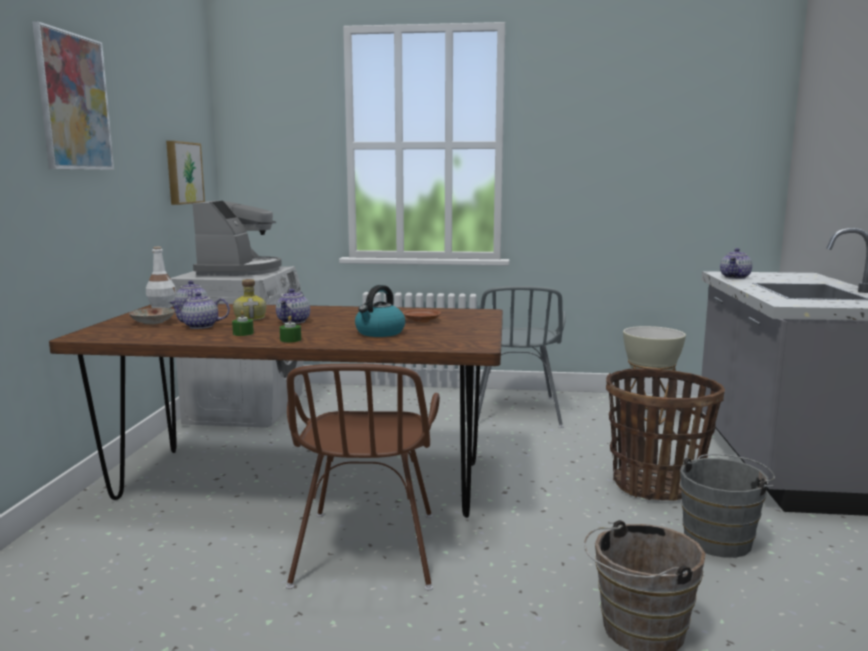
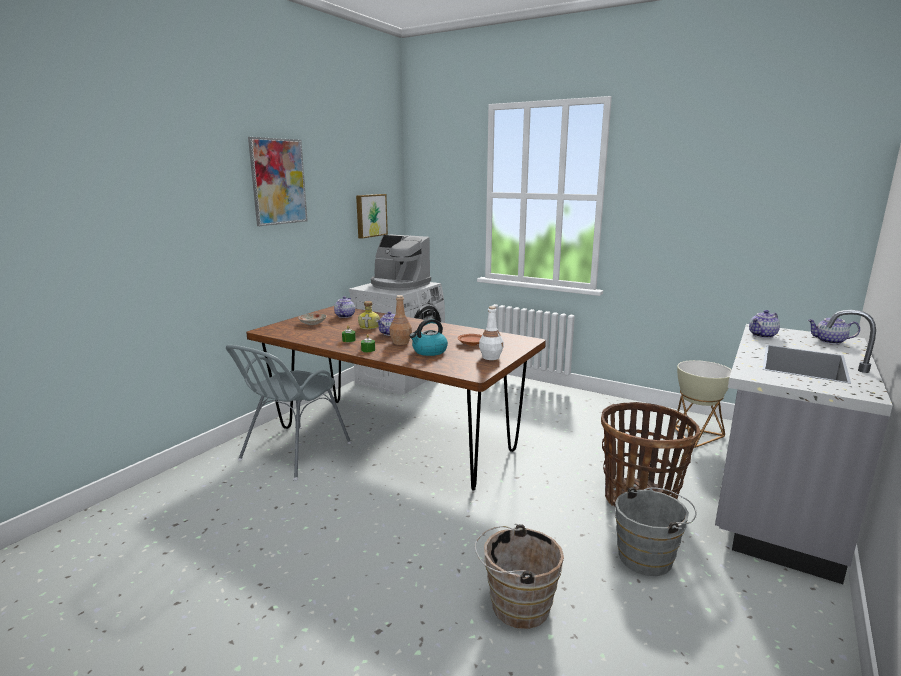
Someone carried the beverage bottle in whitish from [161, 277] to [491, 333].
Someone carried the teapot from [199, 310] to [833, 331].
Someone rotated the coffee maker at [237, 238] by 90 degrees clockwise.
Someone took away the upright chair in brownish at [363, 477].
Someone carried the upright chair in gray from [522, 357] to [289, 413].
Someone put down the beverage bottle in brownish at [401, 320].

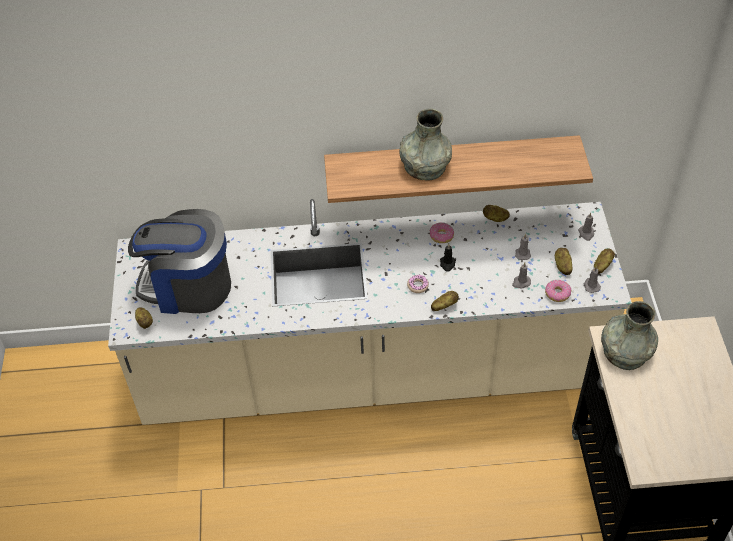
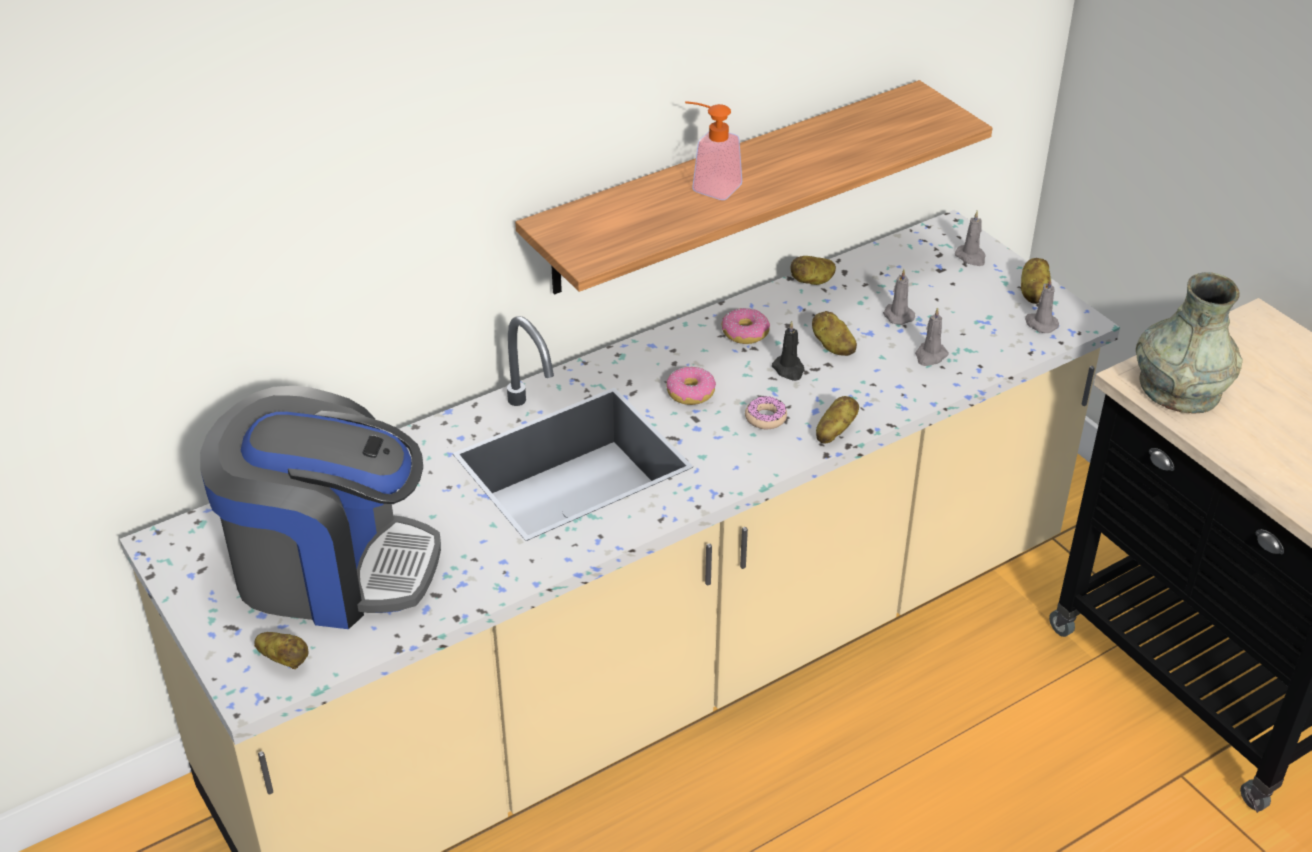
Someone rotated the coffee maker at [179, 261] by 150 degrees counterclockwise.
Someone swapped the flower vase in gray at [425, 145] for the soap dispenser at [713, 150].
Someone carried the ring doughnut from [558, 291] to [691, 385].
Someone carried the potato from [564, 261] to [834, 333].

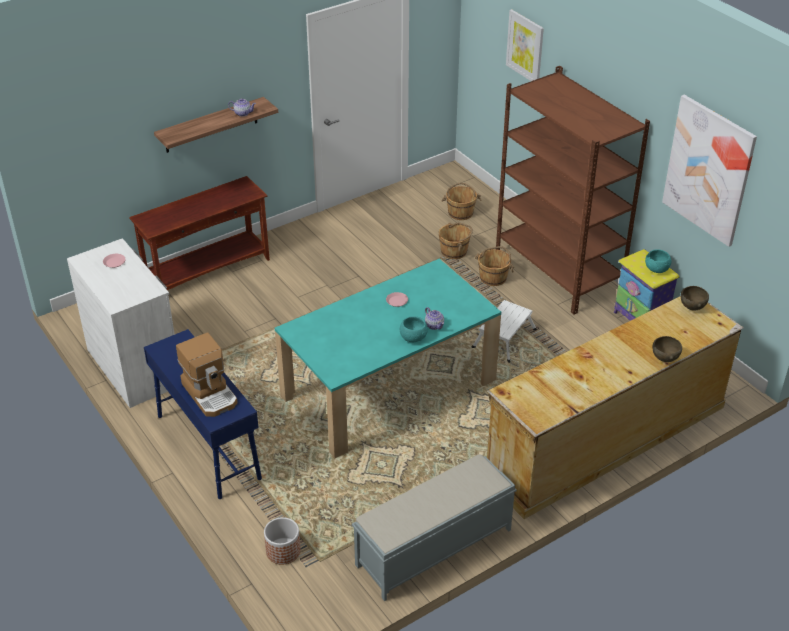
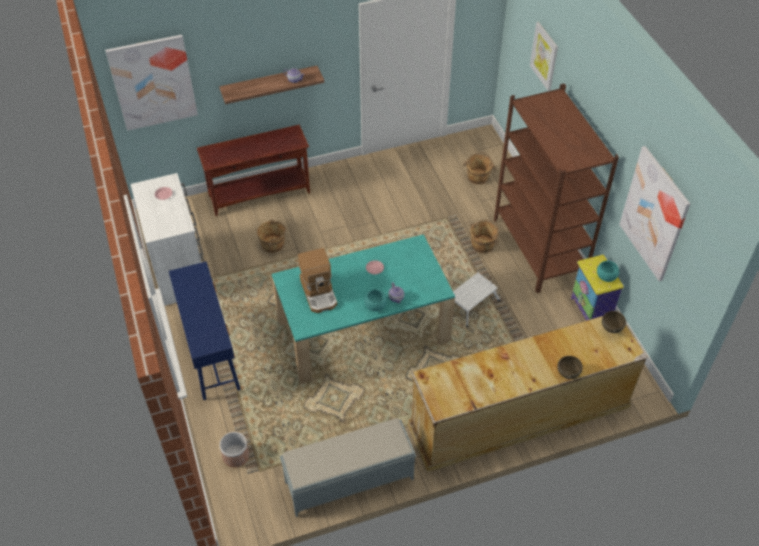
Someone carried the coffee maker from [207, 375] to [317, 280].
Someone carried the pail in brownish from [456, 241] to [271, 236].
Someone put up the wall art at [151, 83].

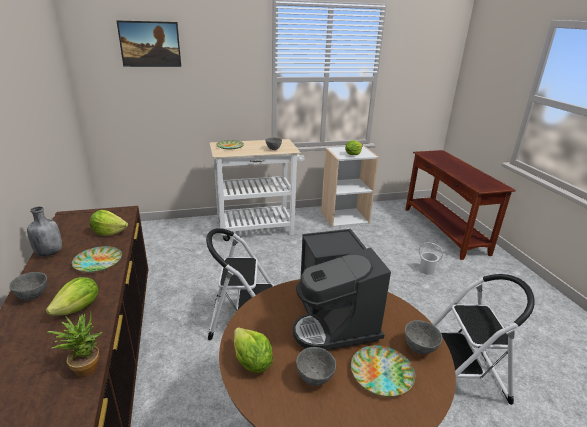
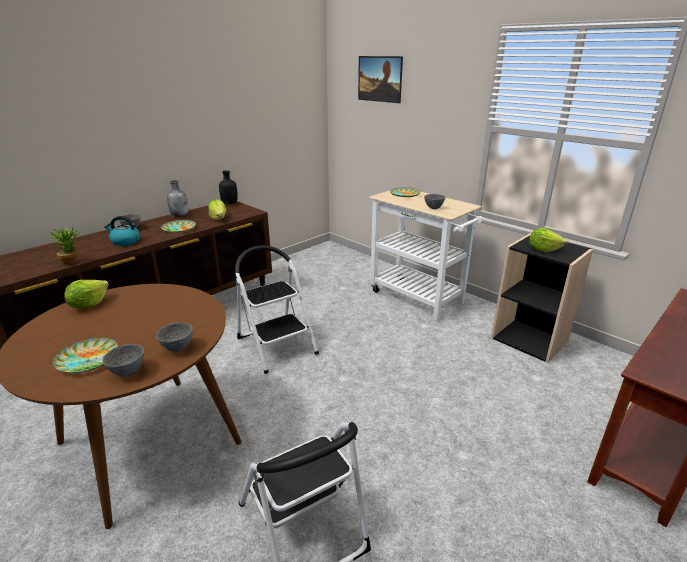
Someone swapped the lettuce at [72, 296] for the tea kettle at [122, 231].
Someone took away the coffee maker at [342, 289].
Someone carried the bowl in gray from [316, 366] to [174, 337].
Someone repainted the shelving unit in whitish at [350, 186], which became the shelving unit in blackish at [542, 298].
Someone took away the pail in whitish at [431, 258].
Someone put down the beverage bottle in blackish at [228, 187].

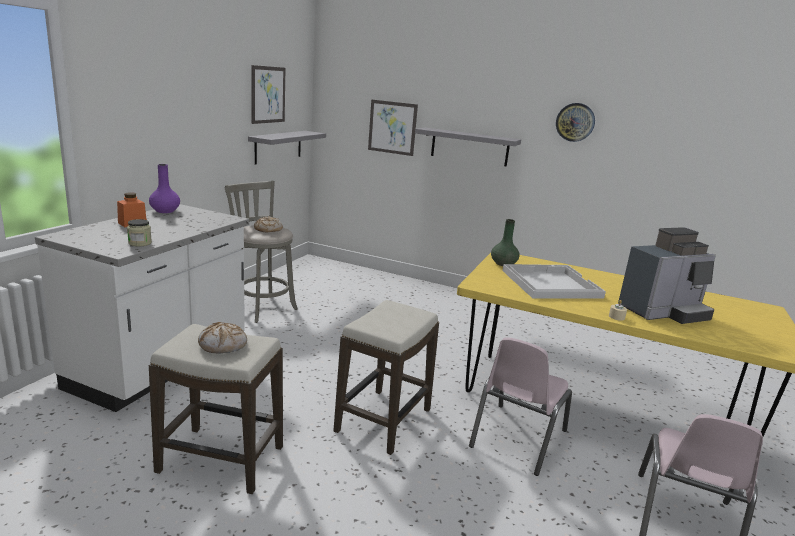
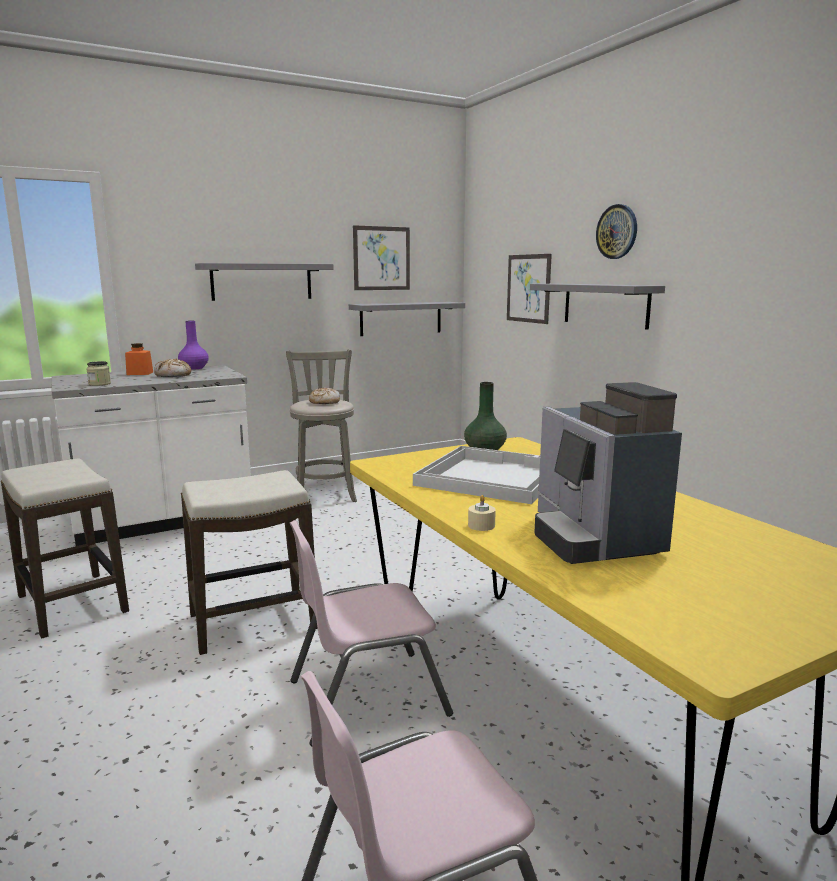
Someone carried the bread from [222, 337] to [172, 367].
Someone carried the hanging clock from [575, 122] to [616, 231].
Someone rotated the coffee maker at [667, 275] by 60 degrees clockwise.
Someone put up the wall shelf in gray at [264, 282].

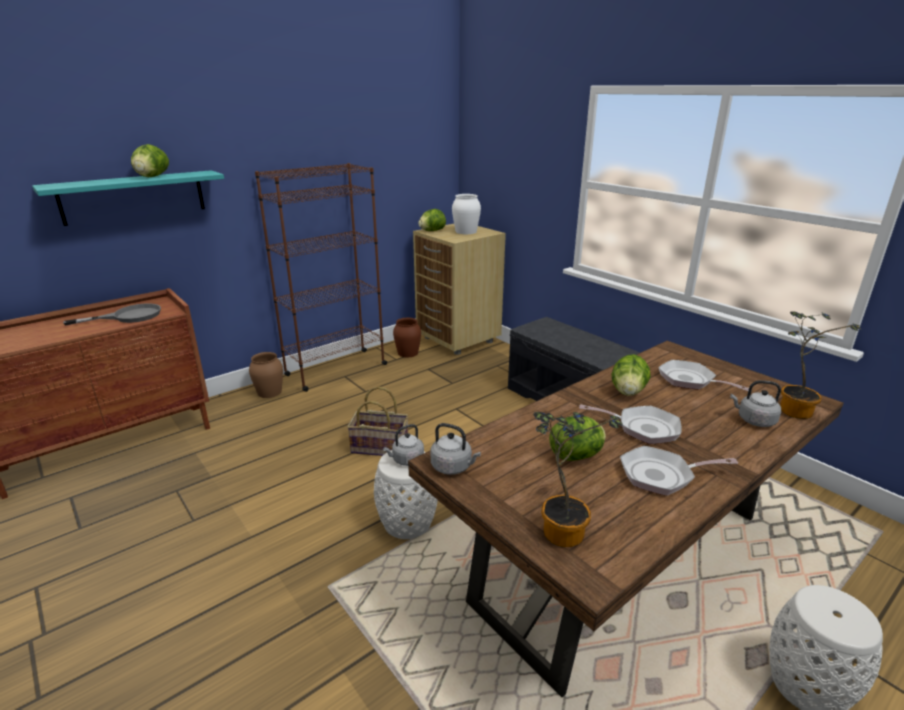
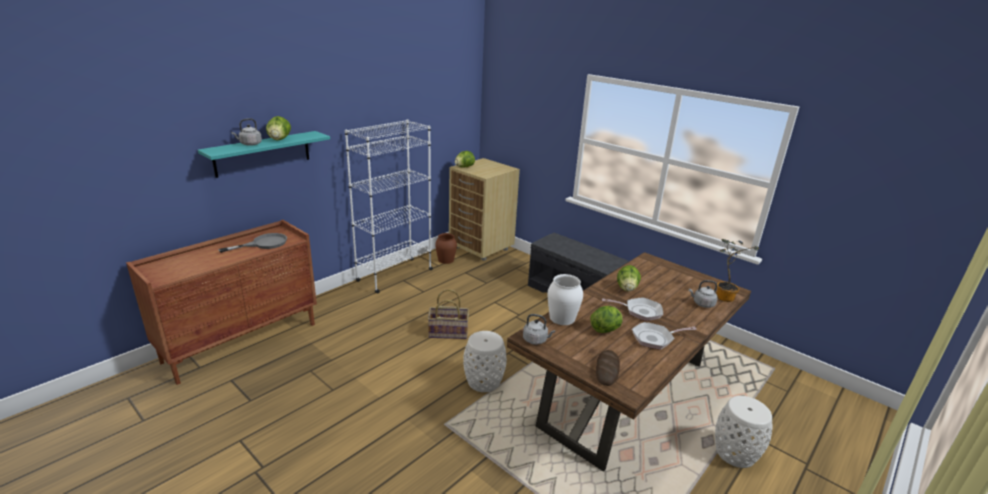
Someone took away the flower vase in brownish at [266, 375].
Someone repainted the shelving unit in brownish at [321, 277], which became the shelving unit in whitish at [389, 206].
Someone carried the tea kettle in gray from [403, 445] to [246, 132].
Someone carried the flower vase in whitish from [466, 214] to [565, 299].
Someone swapped the houseplant at [578, 479] for the bread at [608, 368].
Someone took away the pan at [704, 375].

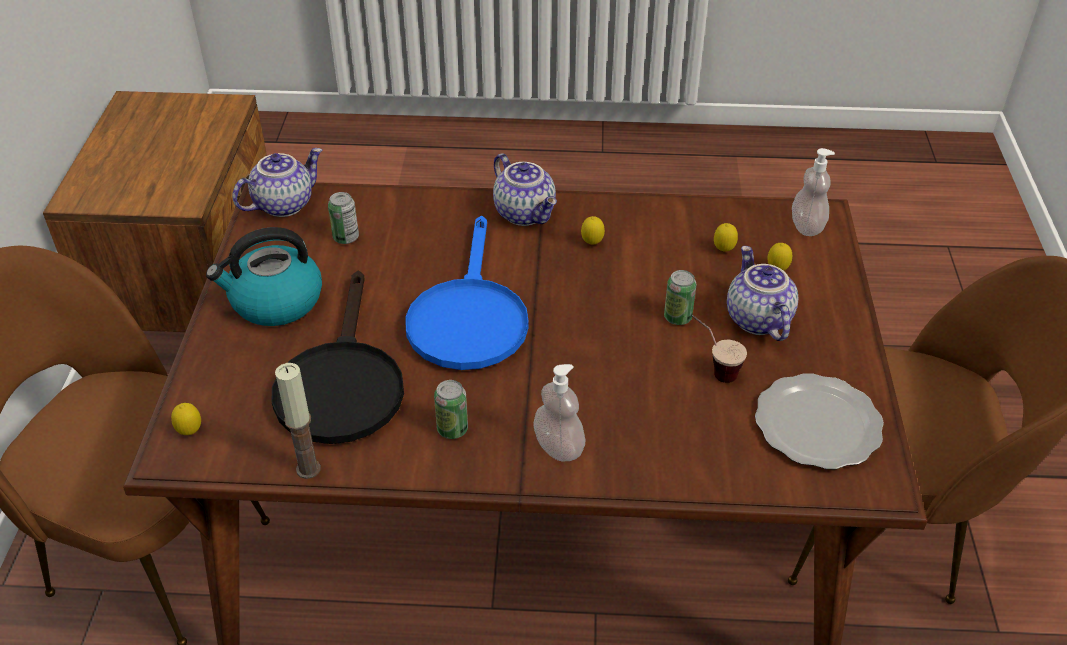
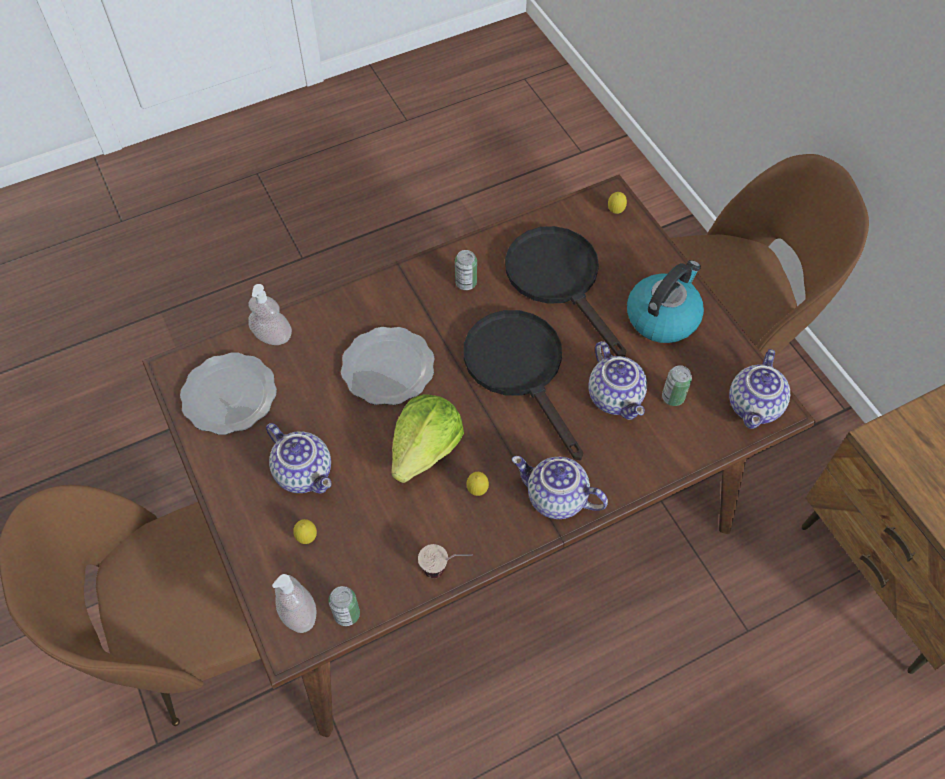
Someone took away the candle at [298, 421].
Someone repainted the pan in blue at [467, 293], which became the pan in blackish at [523, 385].
Someone carried the soap dispenser from [559, 413] to [270, 314].
Someone carried the sealed can from [680, 297] to [344, 606].
Someone carried the cup from [719, 349] to [445, 561].
Someone took away the lemon at [726, 237].
Someone put down the flat dish at [388, 366].
Someone put down the lettuce at [427, 438].
Someone put down the teapot at [618, 380].

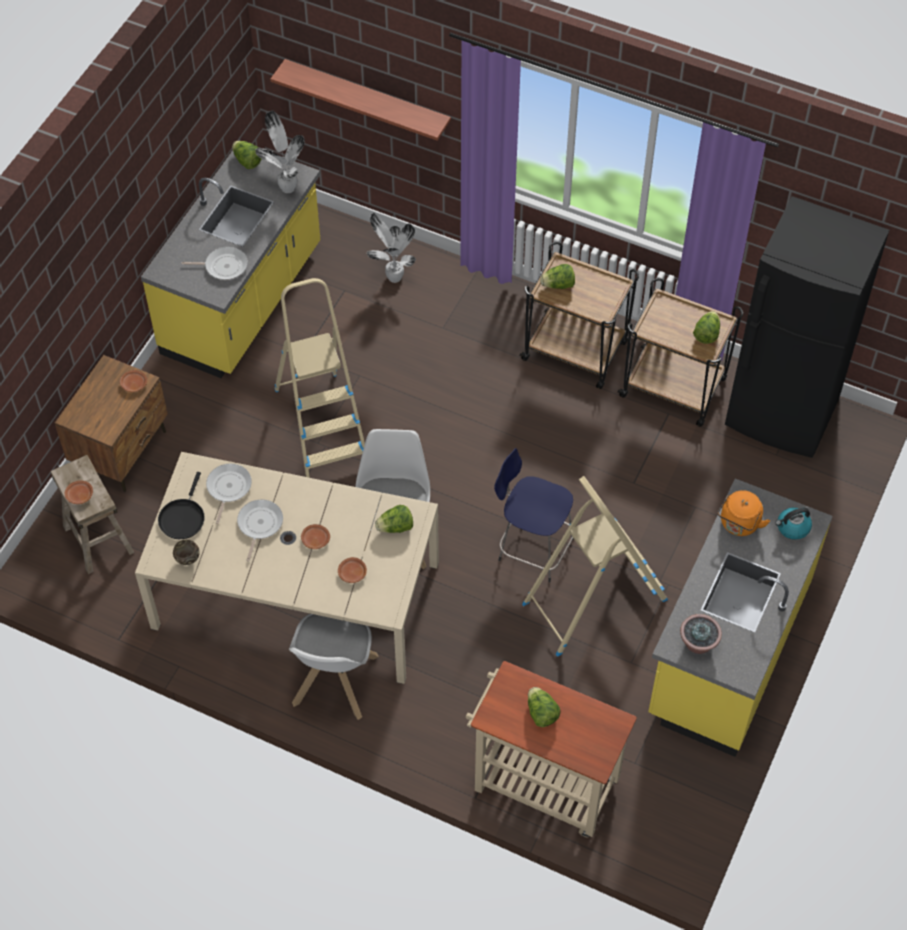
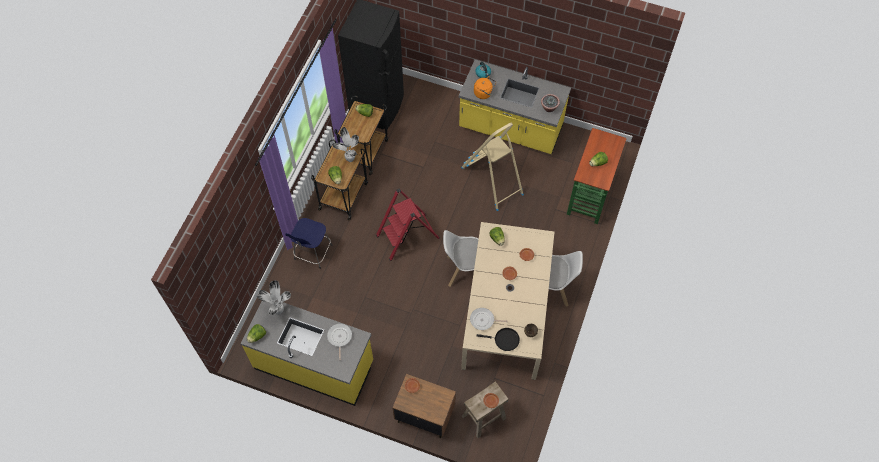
Someone took away the pan at [260, 530].
Someone took away the wall shelf at [360, 100].
Someone took away the step stool in beige at [320, 378].
Someone carried the houseplant from [391, 248] to [345, 144].
Someone repainted the cart in beige at [551, 749], which became the cart in green-coloured at [596, 176].
Someone carried the stool in blue from [534, 515] to [308, 243].
Someone put down the step stool in reddish at [408, 224].

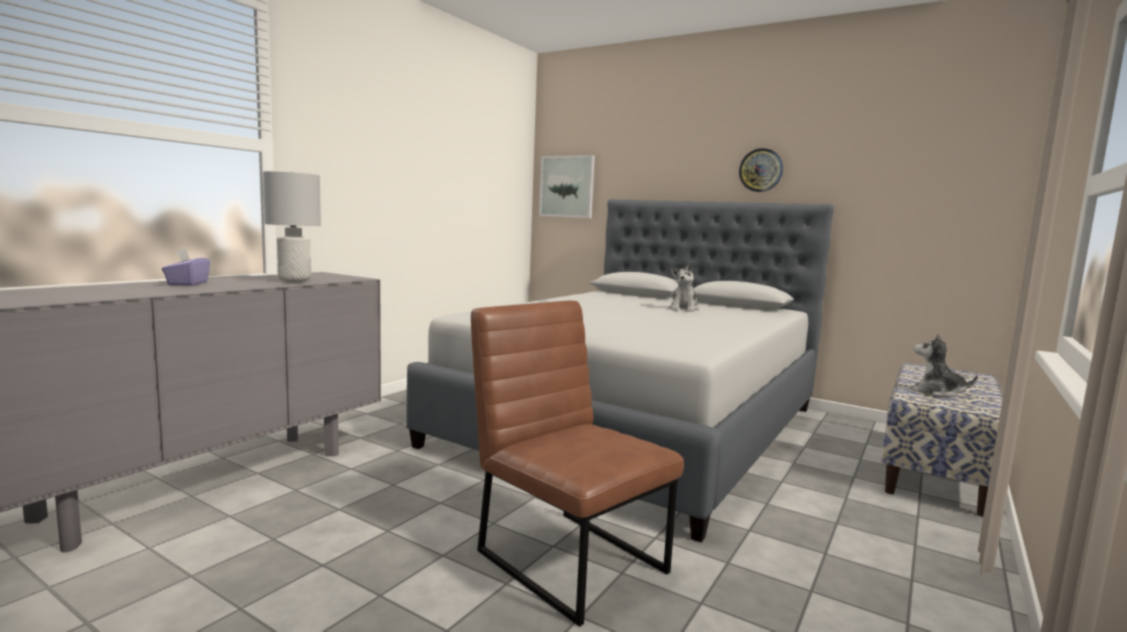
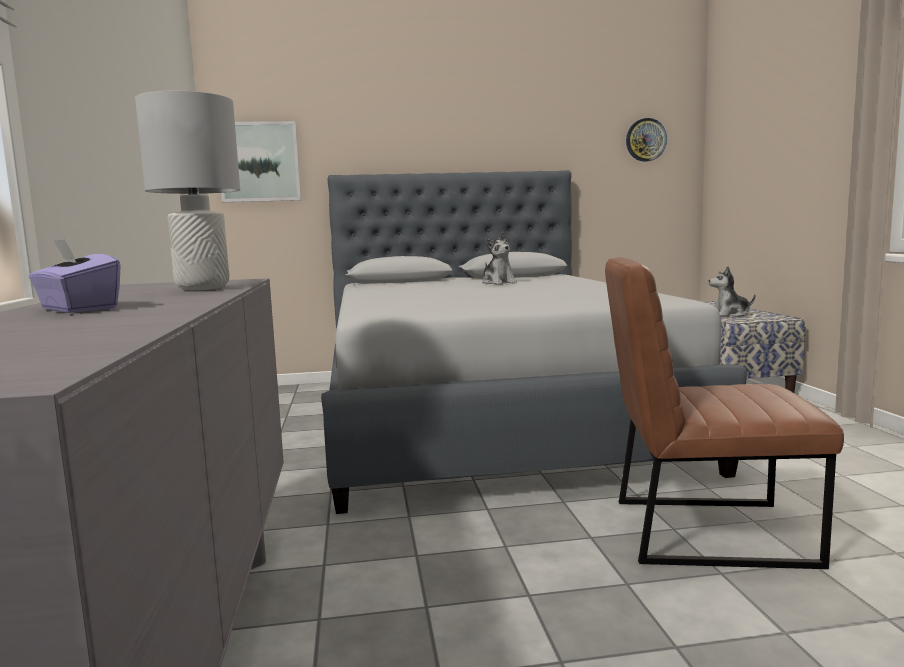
Someone carried the hanging clock from [761, 170] to [646, 140].

